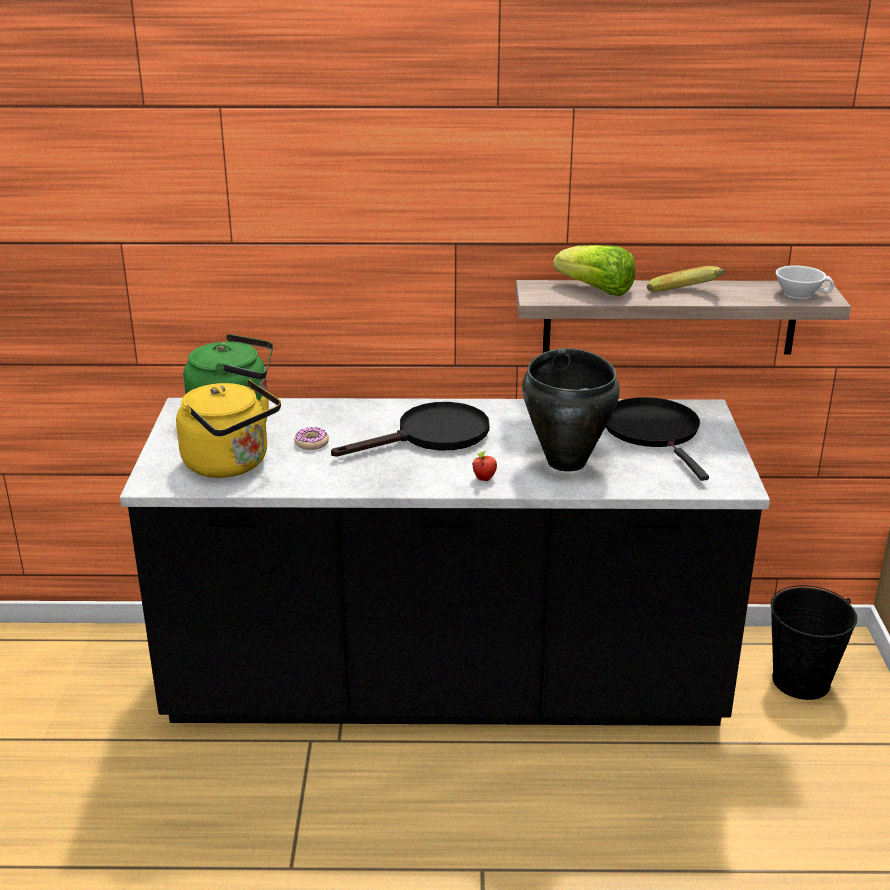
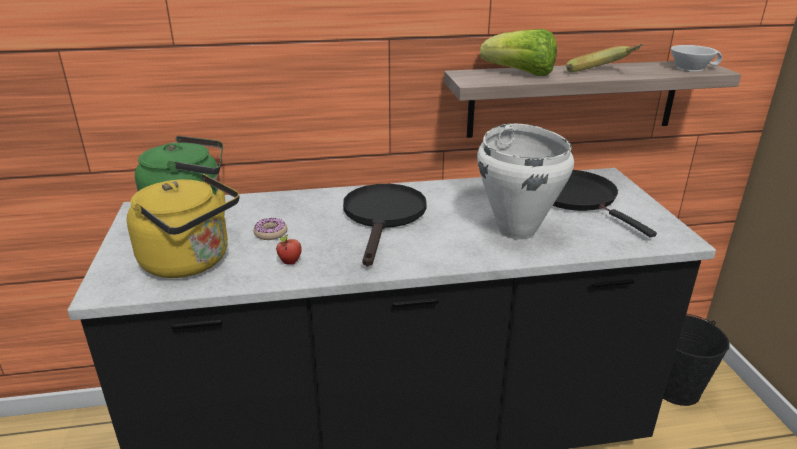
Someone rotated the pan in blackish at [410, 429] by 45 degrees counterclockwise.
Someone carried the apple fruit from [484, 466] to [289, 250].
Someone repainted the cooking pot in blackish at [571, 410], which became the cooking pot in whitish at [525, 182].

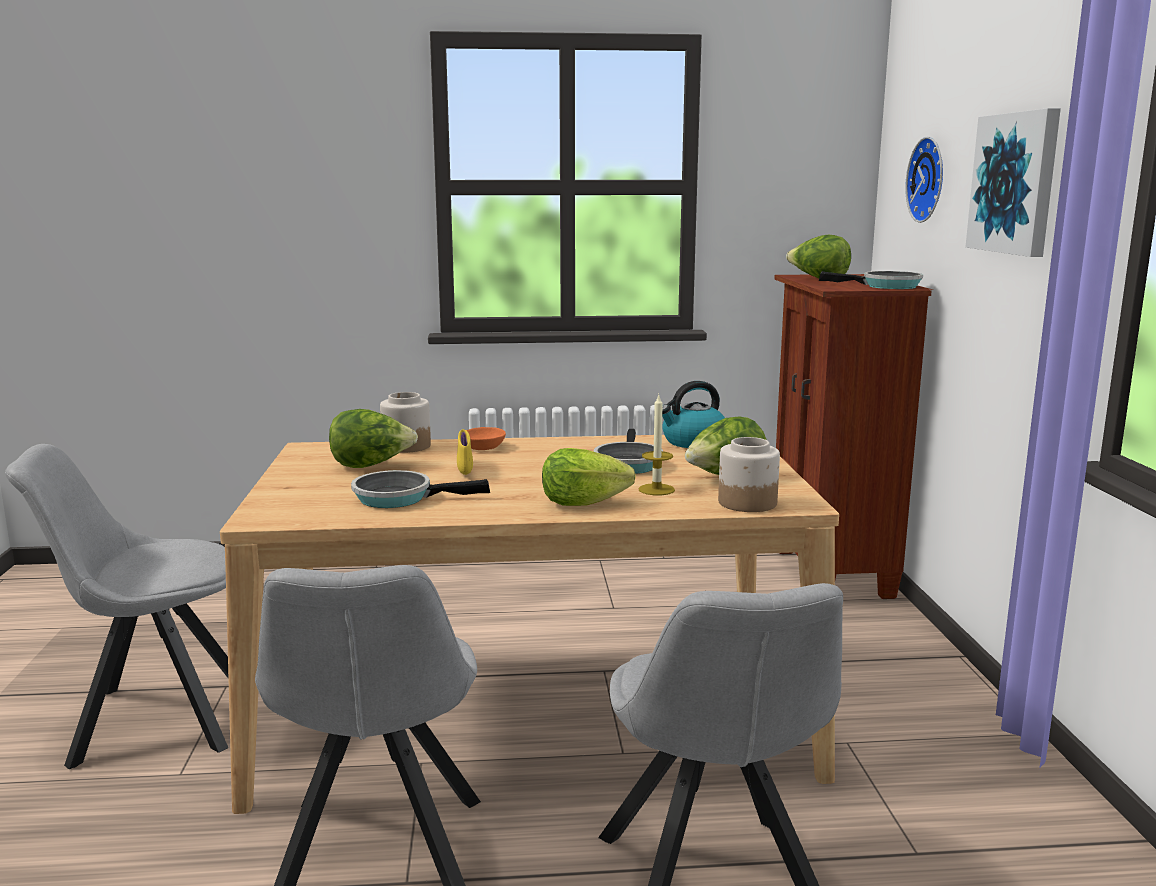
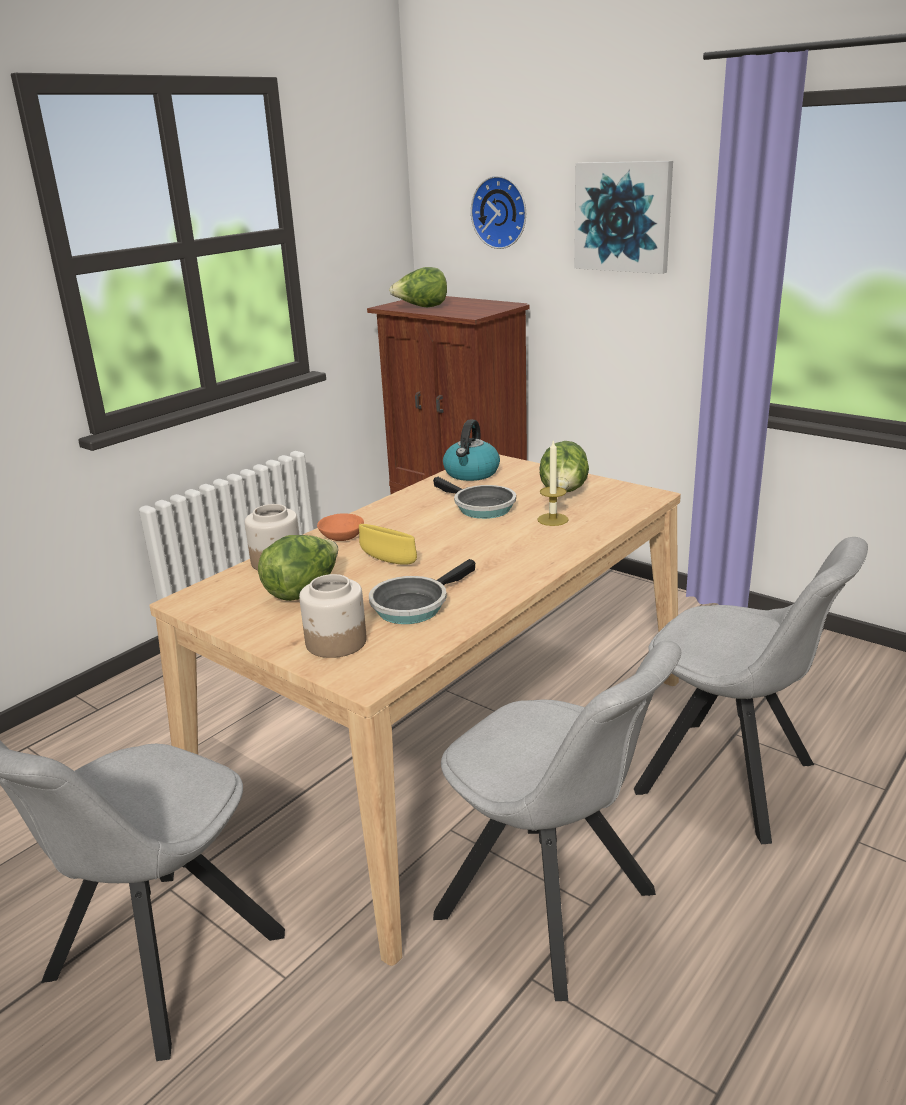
Someone took away the lettuce at [589, 477].
Someone carried the jar from [749, 474] to [333, 616].
Someone took away the pan at [871, 280].

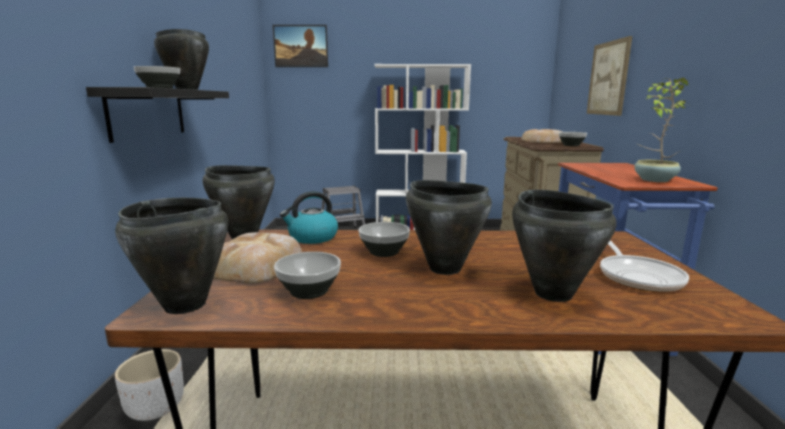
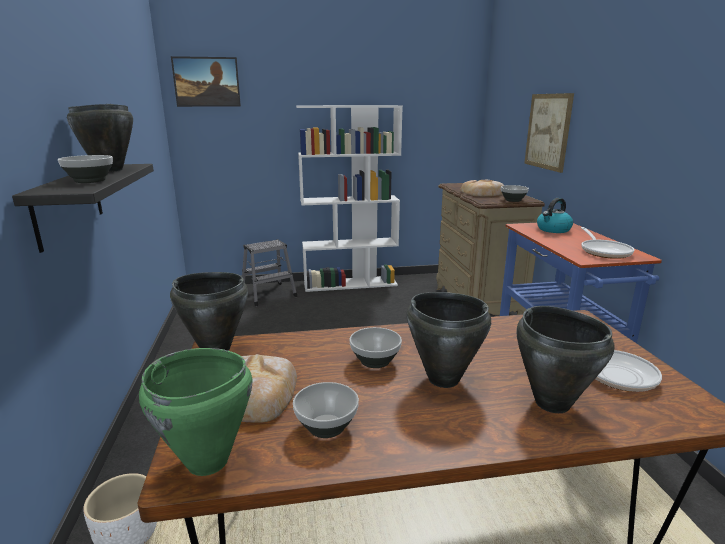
Someone repainted the cooking pot in blackish at [171, 256], which became the cooking pot in green-coloured at [196, 412].
Someone carried the tea kettle from [309, 217] to [555, 215].
Someone swapped the houseplant at [661, 130] for the pan at [607, 243].

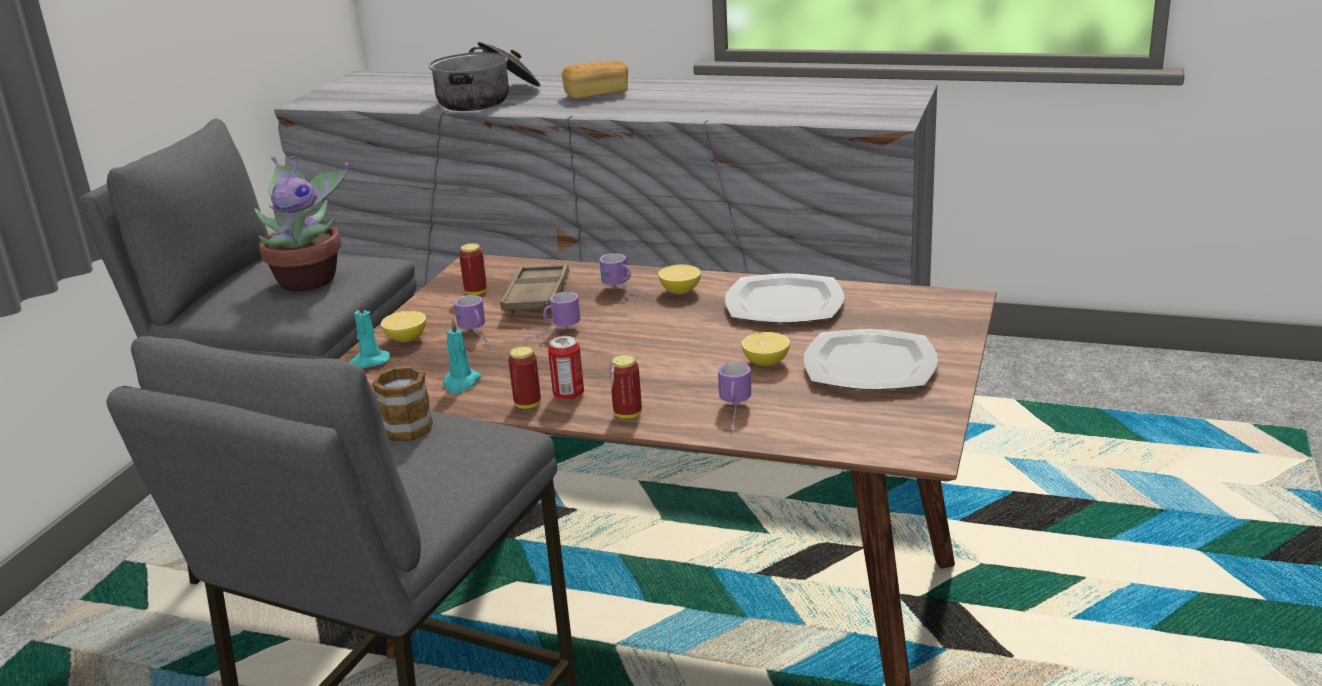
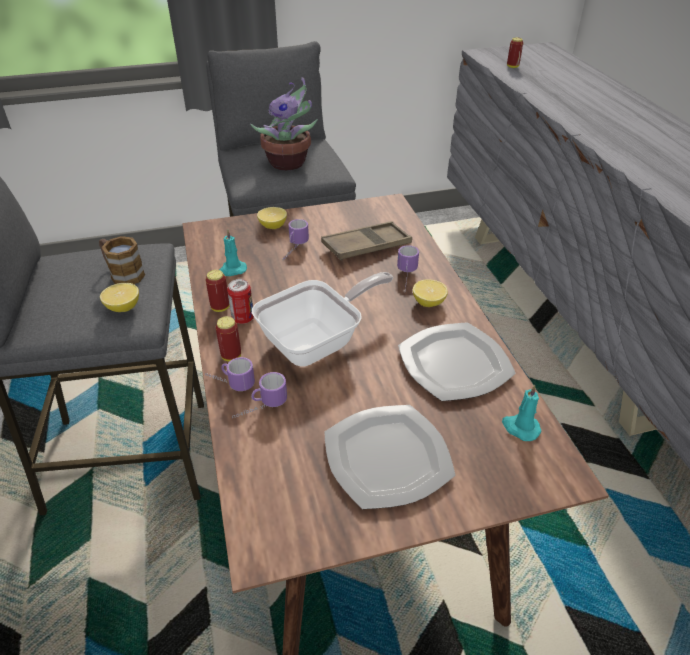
Someone carried the candle in turquoise-coloured from [369, 333] to [521, 413].
Someone took away the cooking pot at [484, 76].
Someone carried the sealed can from [473, 269] to [515, 53].
Someone carried the mug from [552, 317] to [230, 374].
Someone took away the bread at [595, 79].
Someone carried the lemon from [765, 349] to [119, 297].
Someone put down the pan at [322, 319].

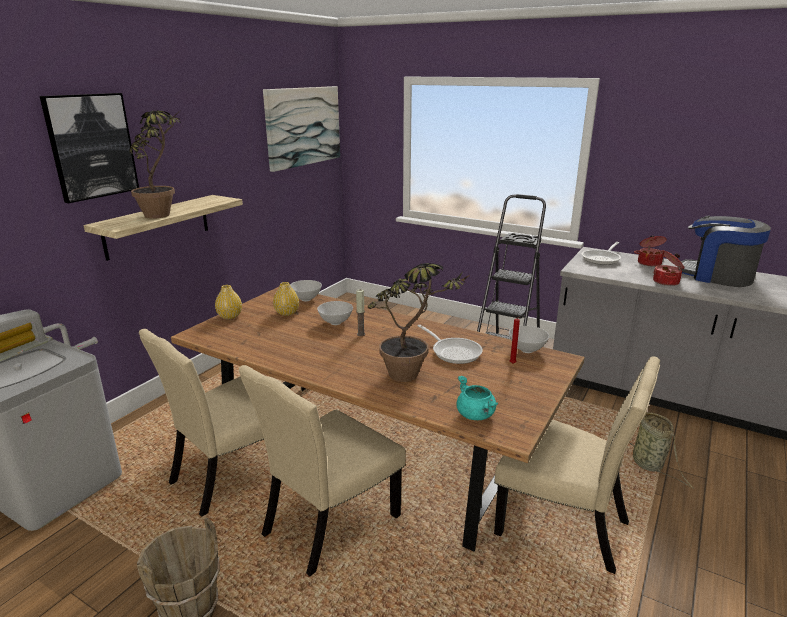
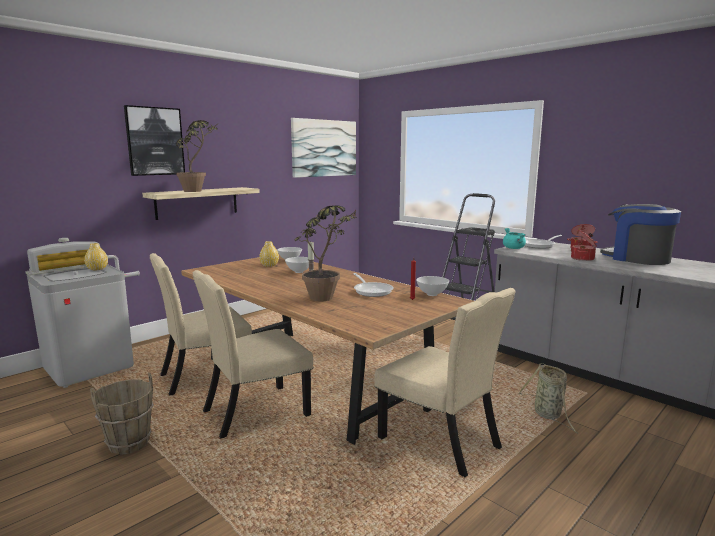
Someone carried the flower vase in yellow-coloured from [228, 302] to [96, 257].
Someone carried the cooking pot in turquoise-coloured from [477, 398] to [514, 238].

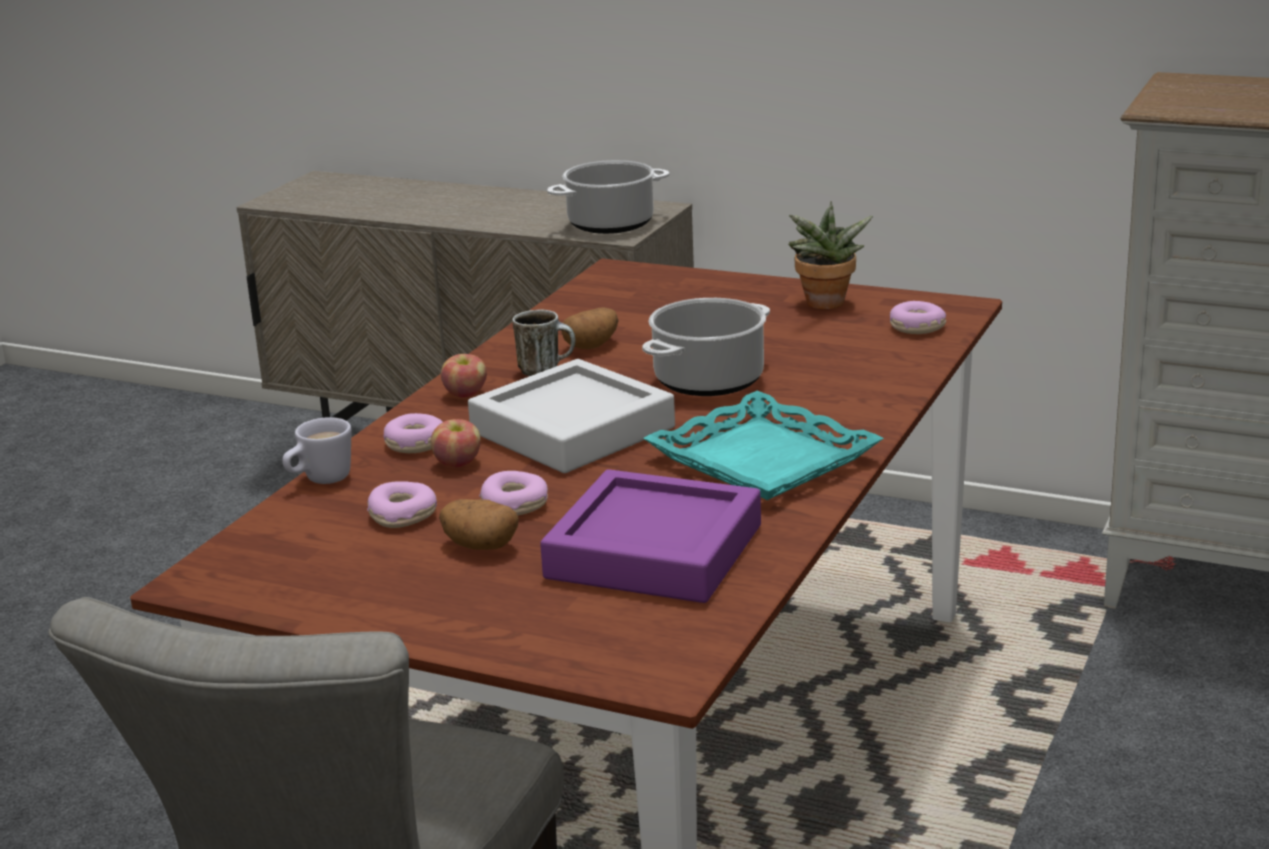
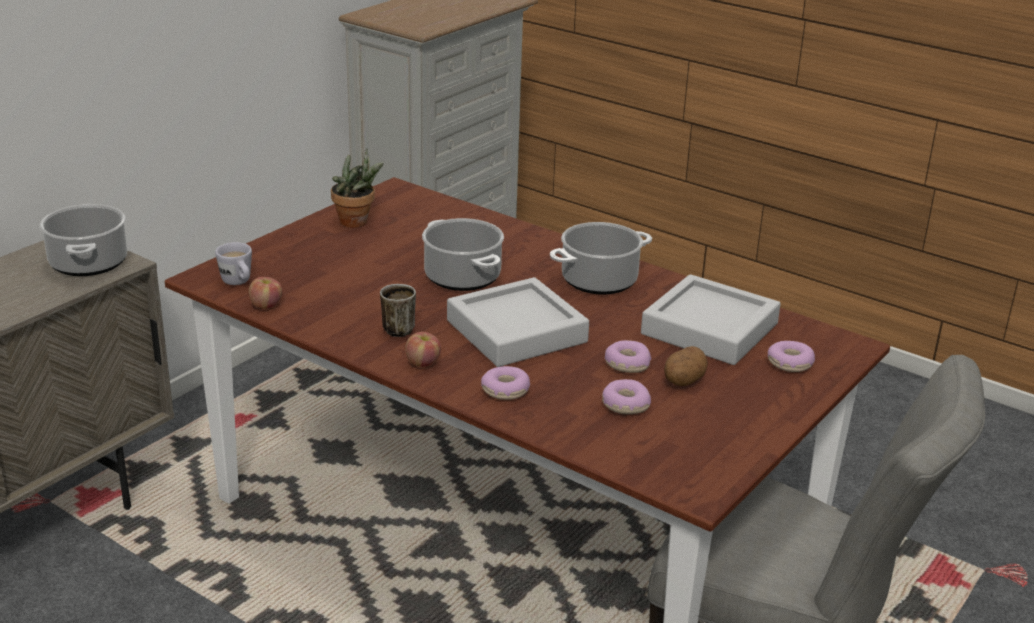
Someone carried the mug in whitish from [316, 450] to [233, 263].
Someone carried the apple fruit from [456, 443] to [265, 293].
Someone repainted the tray in purple-coloured at [650, 536], which became the tray in gray at [711, 319].
Someone took away the potato at [590, 328].
Someone swapped the tray in turquoise-coloured at [763, 445] for the cooking pot at [601, 258].
Someone carried the ring doughnut from [918, 317] to [791, 356].

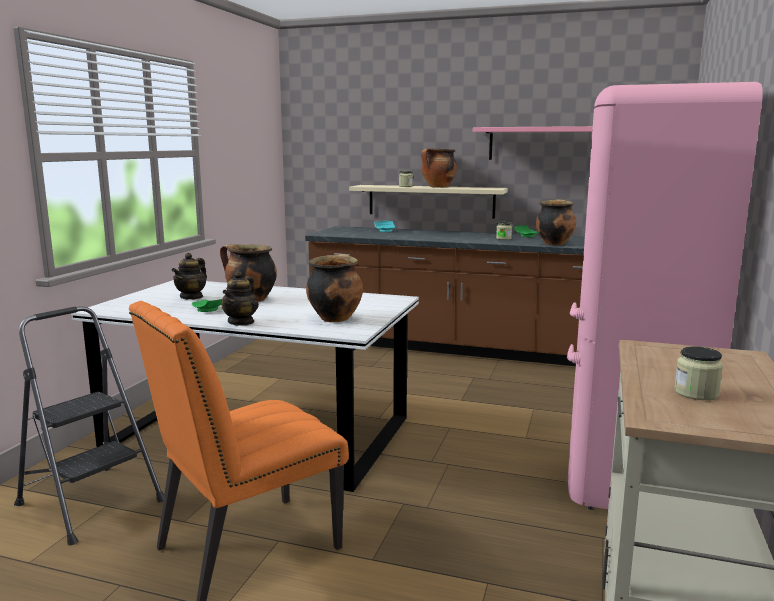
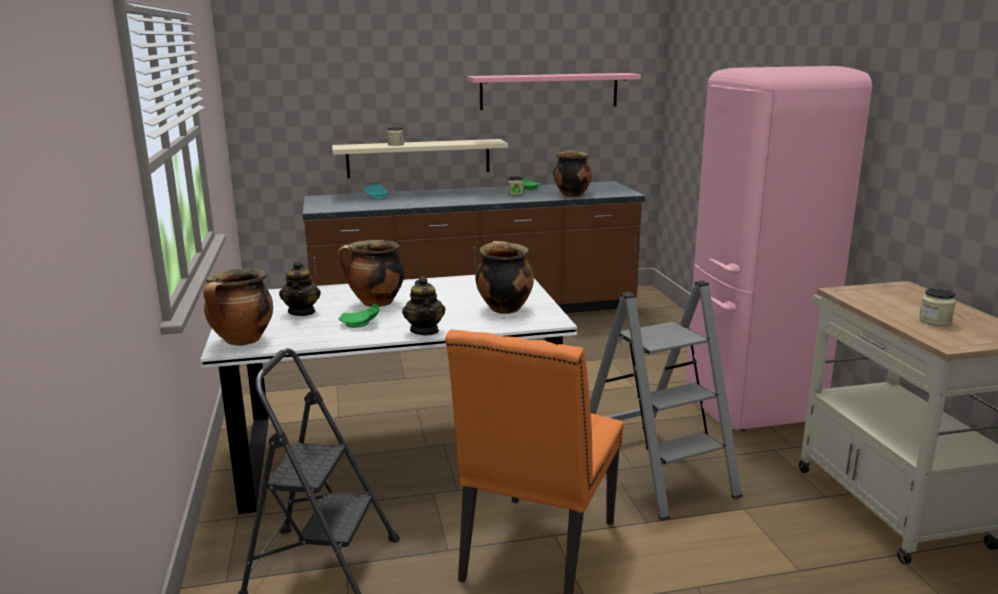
Someone carried the cooking pot from [439, 168] to [238, 307].
Someone put down the step stool in gray at [666, 400].

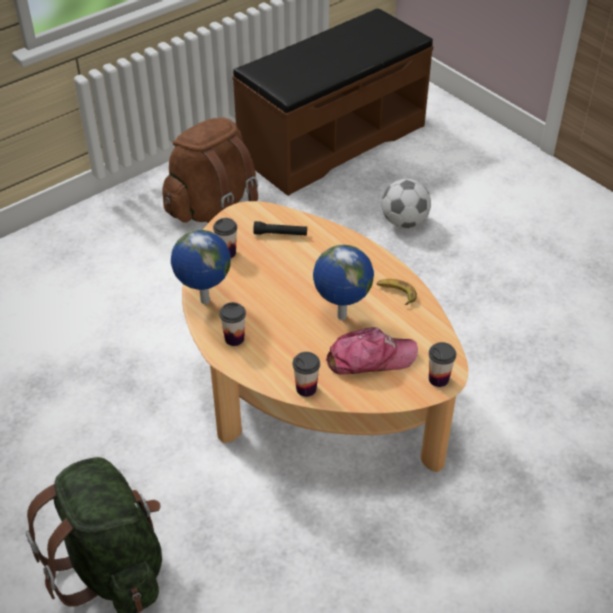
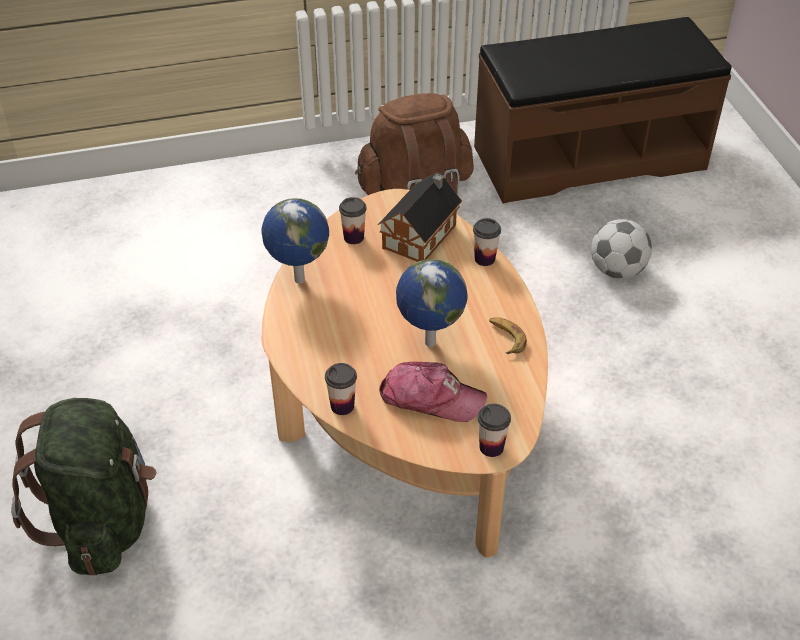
Someone carried the cup from [232, 324] to [487, 242].
Someone swapped the hand torch in blackish at [280, 228] for the miniature house at [420, 217].

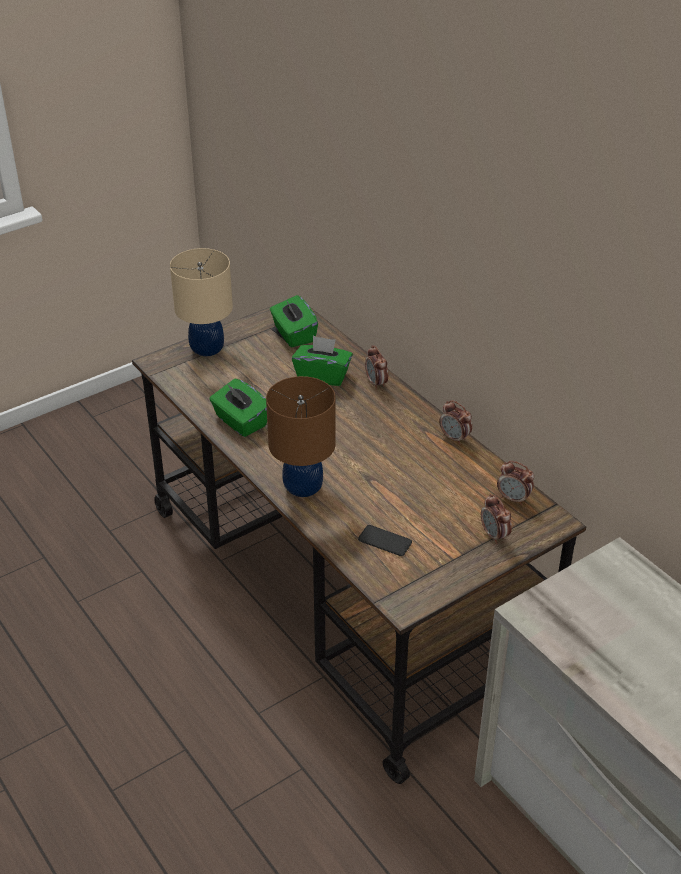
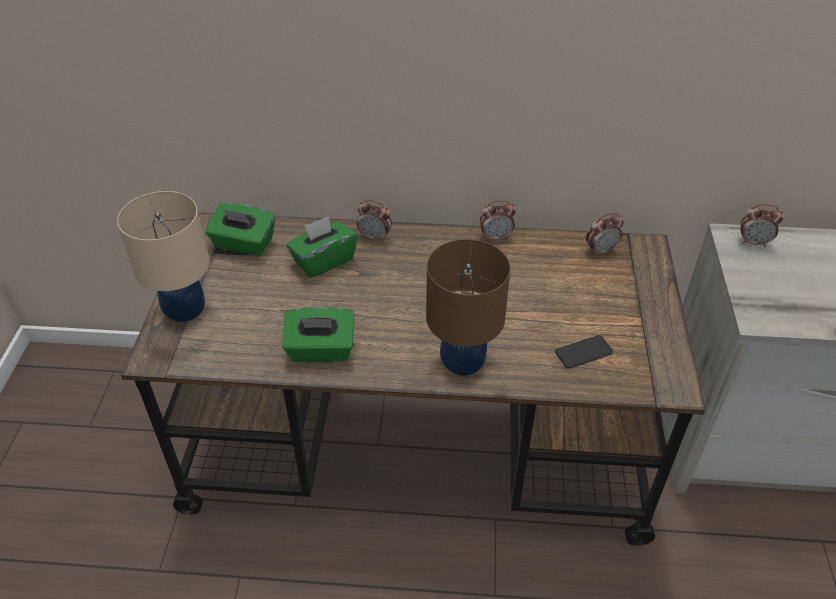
Someone carried the alarm clock from [496, 519] to [762, 225].

